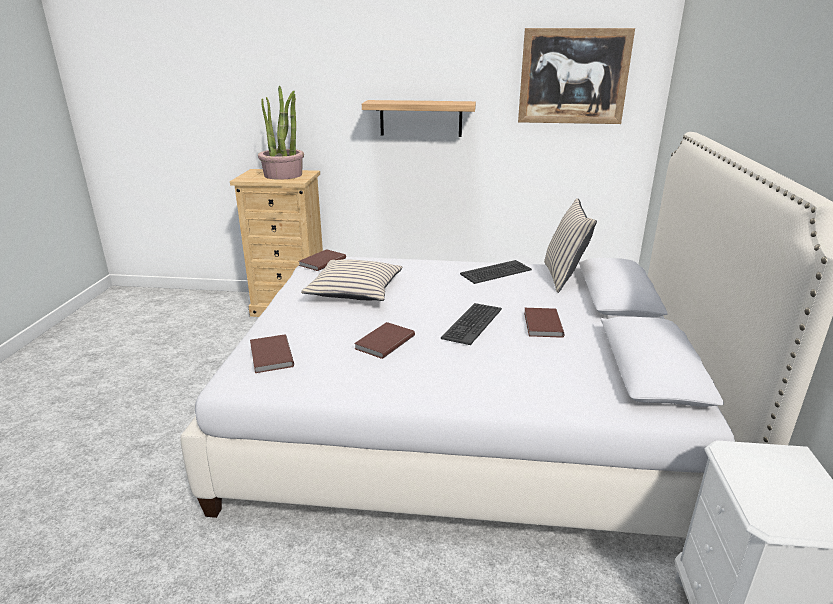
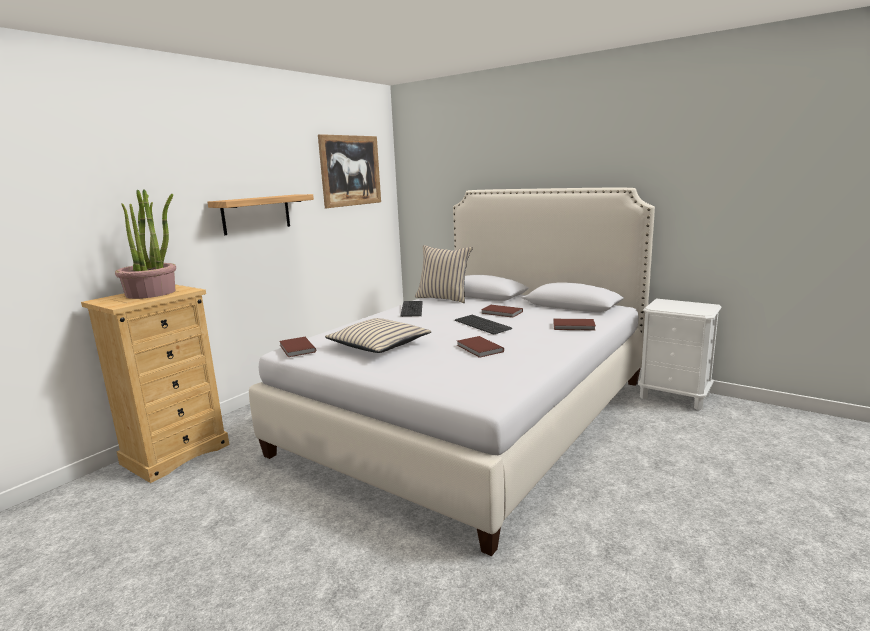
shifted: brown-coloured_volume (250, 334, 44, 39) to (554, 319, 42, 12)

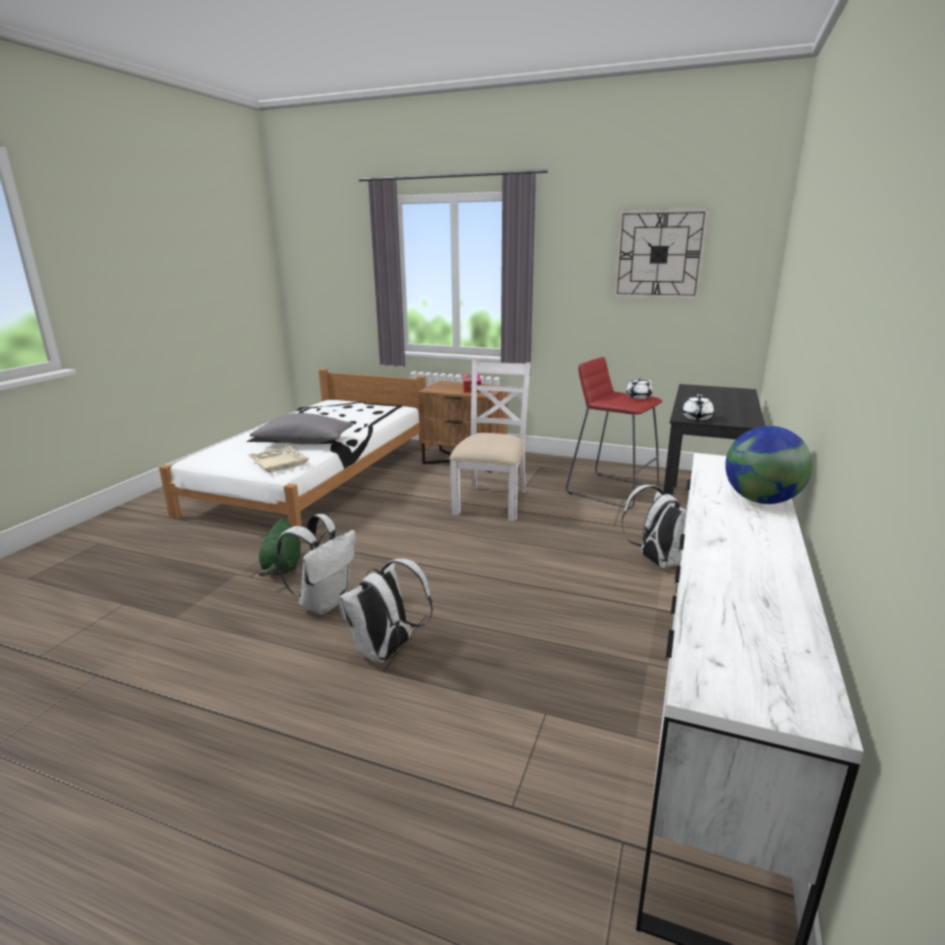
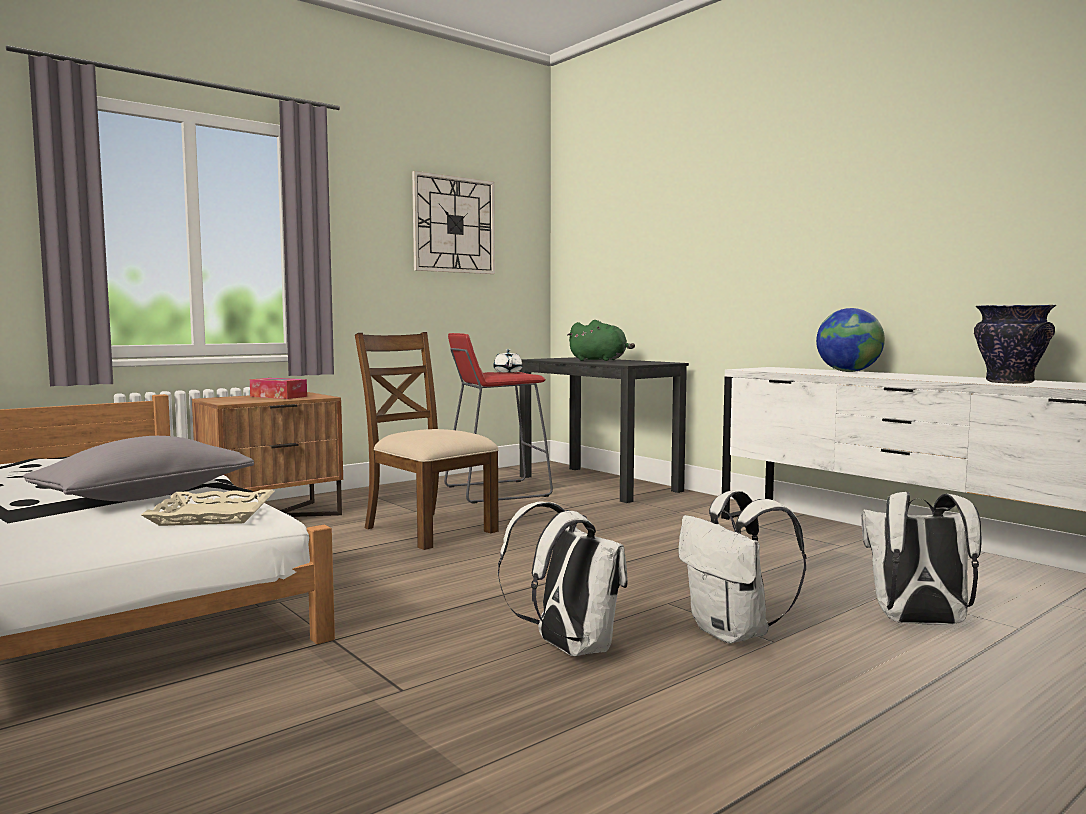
gone: whitish_tea_pot (682, 394, 32, 26)
new: vase (974, 305, 82, 79)
shifted: green-coloured_cuddly_toy (258, 519, 43, 57) to (567, 320, 68, 41); whitish_rucksack (622, 485, 64, 83) to (861, 492, 121, 133)
repainted: whitish_chair (450, 360, 81, 161) to brown-coloured_chair (355, 332, 144, 218)

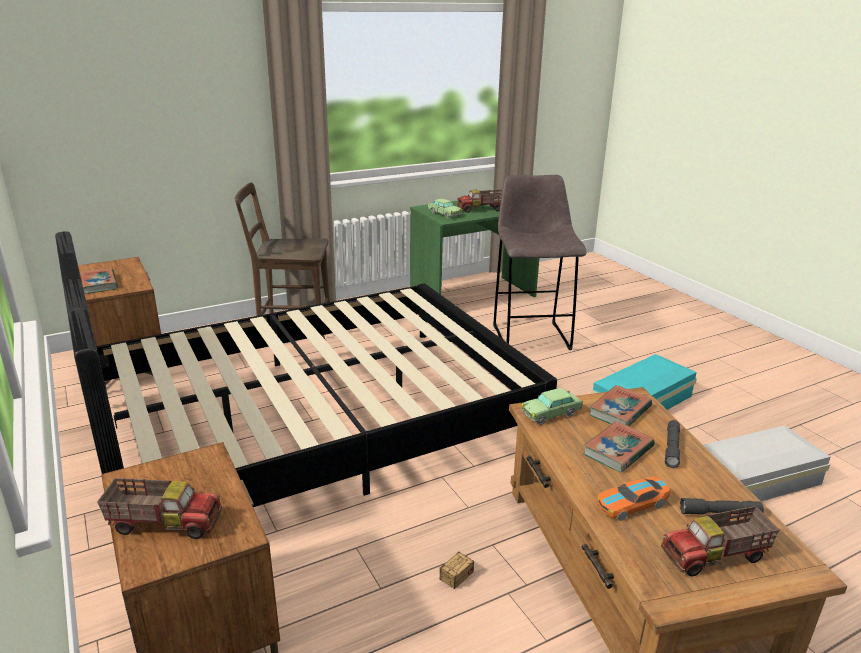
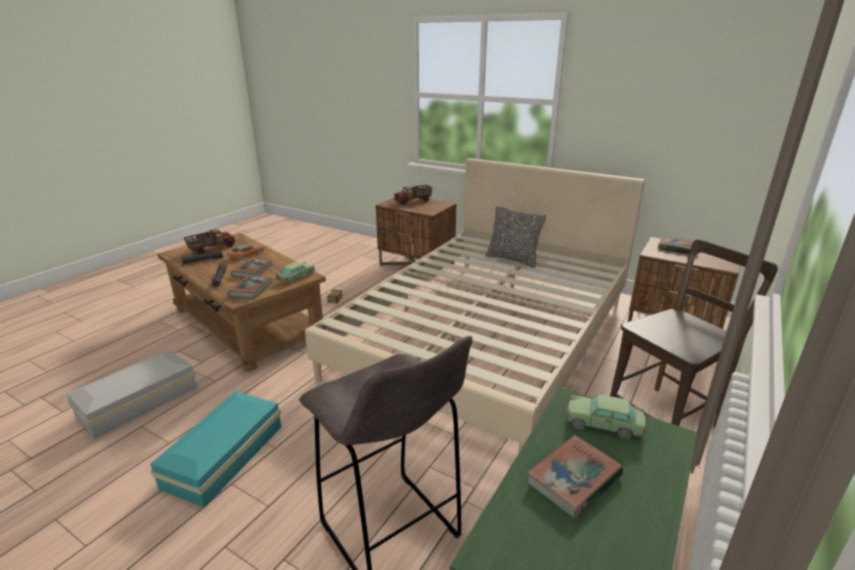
new: throw_pillow (486, 206, 60, 62)
swapped: toy_lorry (457, 190, 46, 23) to volume (527, 435, 96, 84)
repainted: blackish_bed (55, 231, 502, 276) to beige-coloured_bed (305, 158, 340, 294)

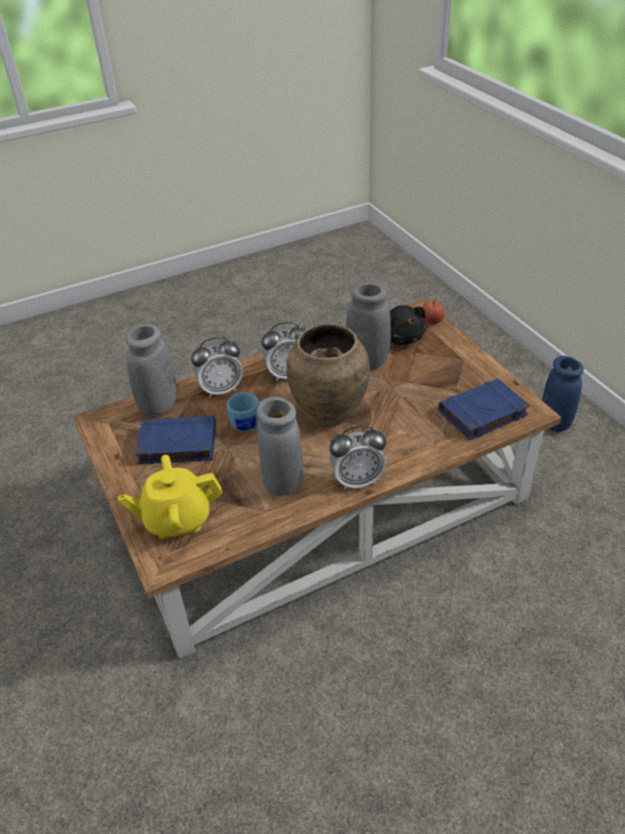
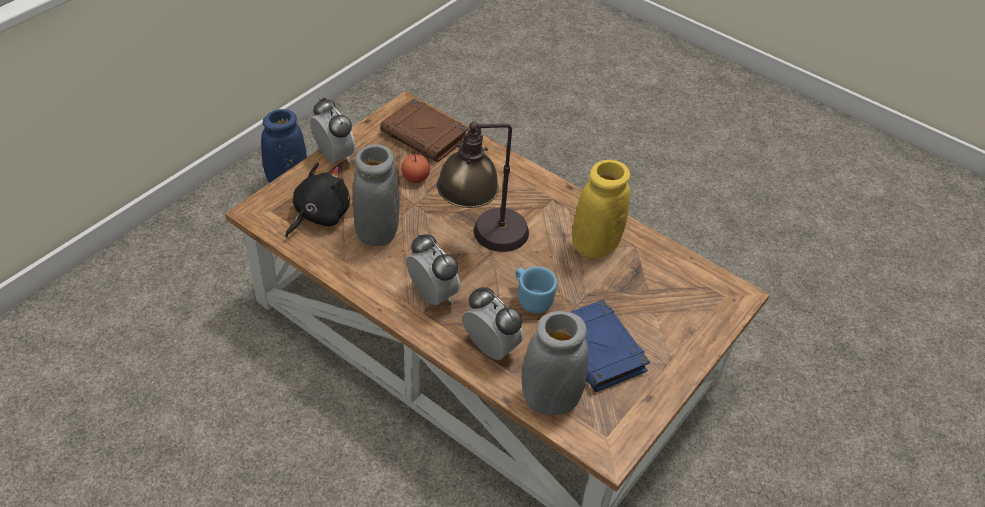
gone: yellow-coloured_tea_pot (118, 455, 104, 84)
shifted: table_clock (330, 426, 56, 64) to (310, 98, 46, 65); apple (422, 299, 23, 25) to (401, 153, 29, 30)
swapped: brown-coloured_vase (286, 323, 84, 103) to tabletop_lamp (437, 122, 92, 130)
repainted: greyish_vase (256, 397, 47, 99) to yellow-coloured_vase (572, 160, 58, 98); blue-coloured_volume (438, 378, 92, 62) to brown-coloured_volume (380, 98, 89, 65)

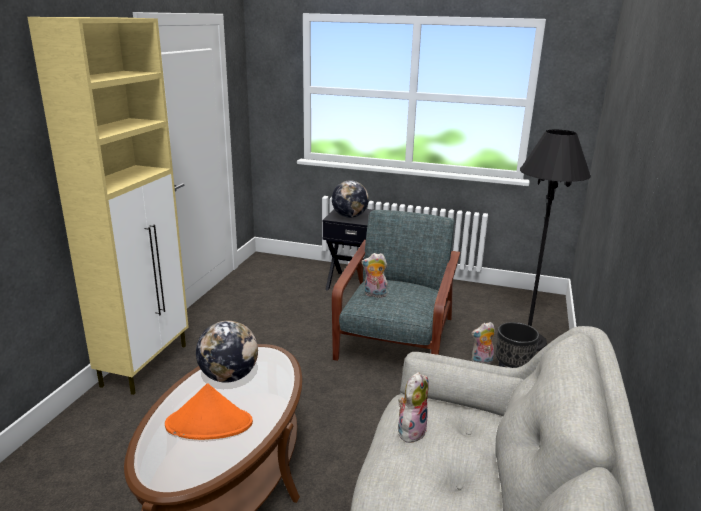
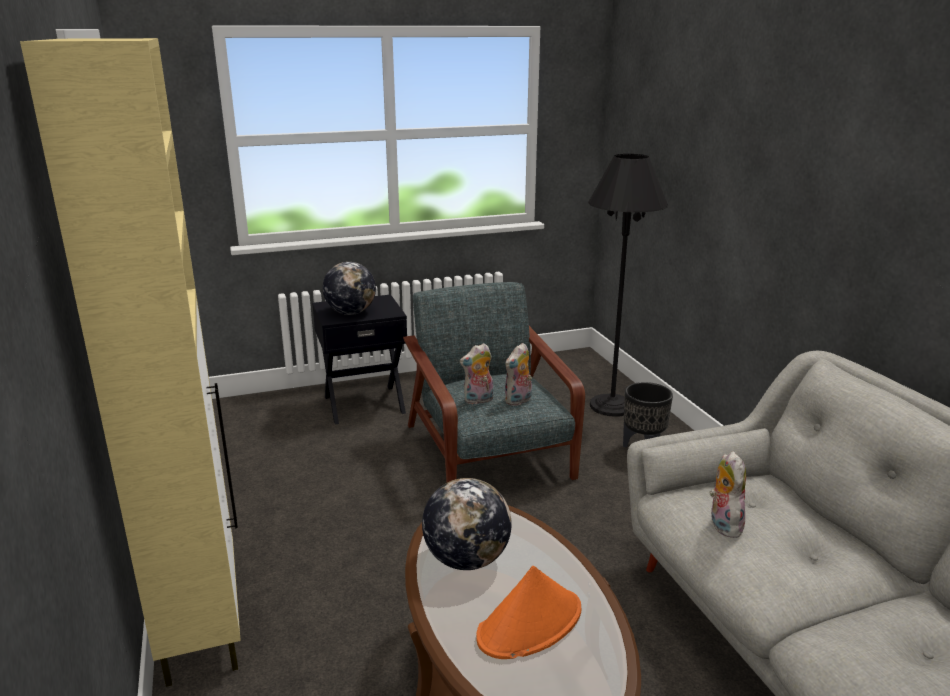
shifted: cuddly_toy (471, 322, 24, 42) to (504, 343, 28, 63)

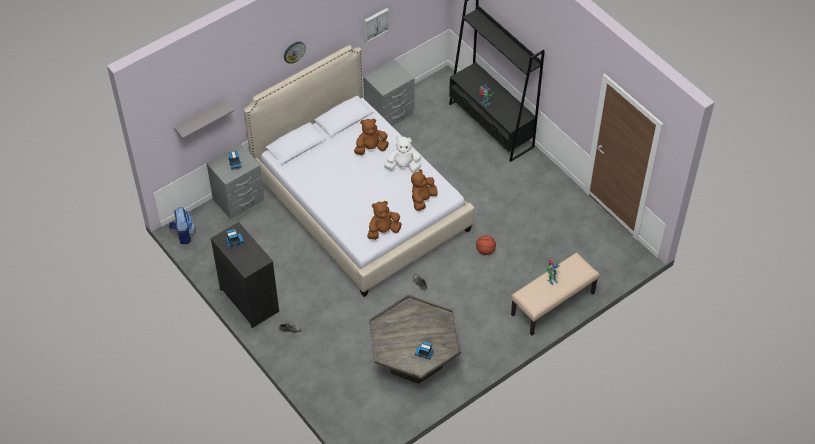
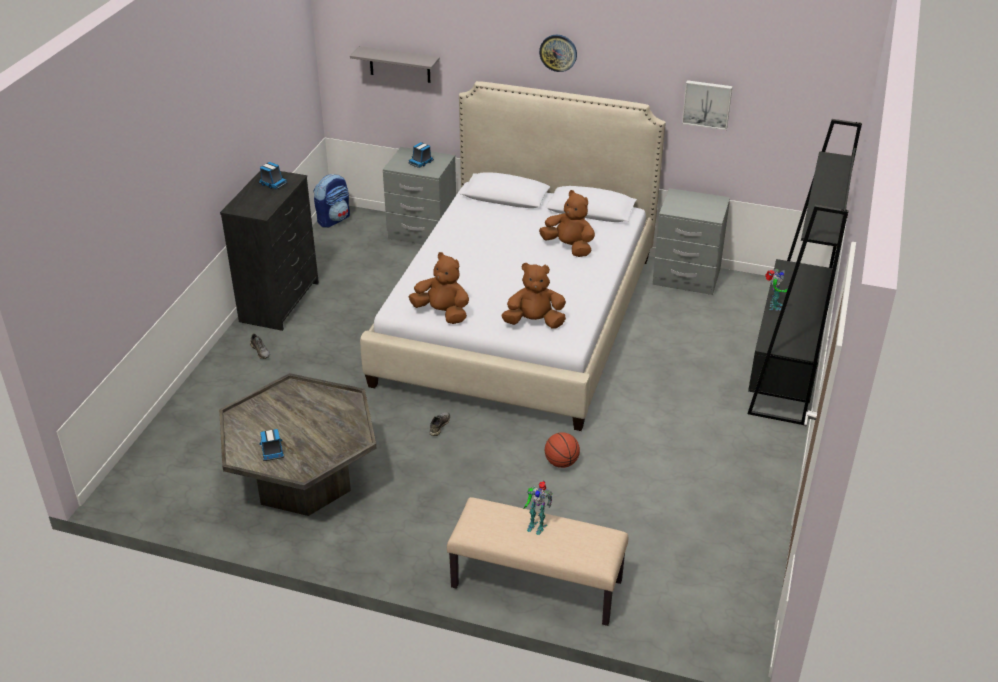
gone: whitish_cuddly_toy (384, 136, 37, 36)

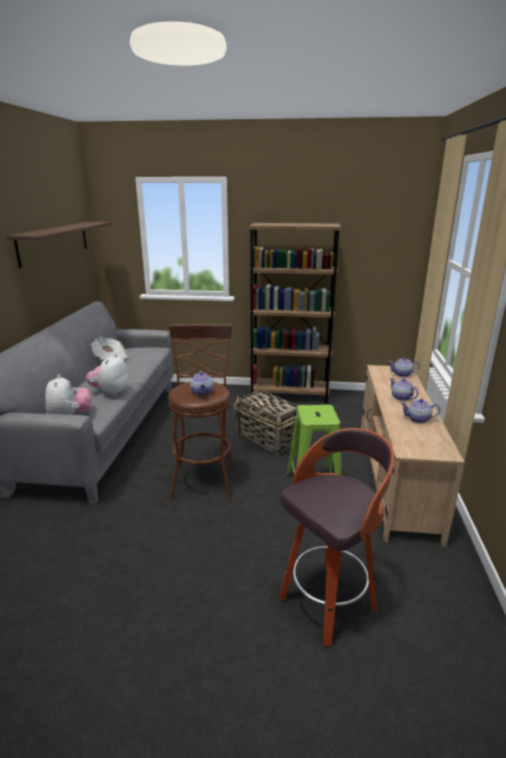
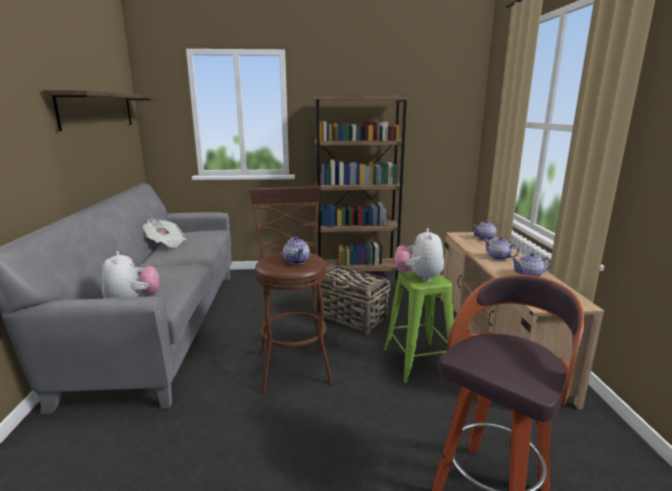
shifted: cuddly_toy (86, 354, 43, 42) to (395, 228, 49, 54)

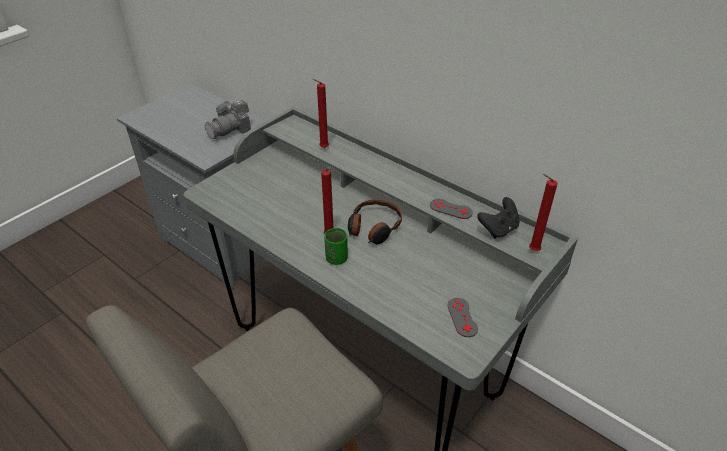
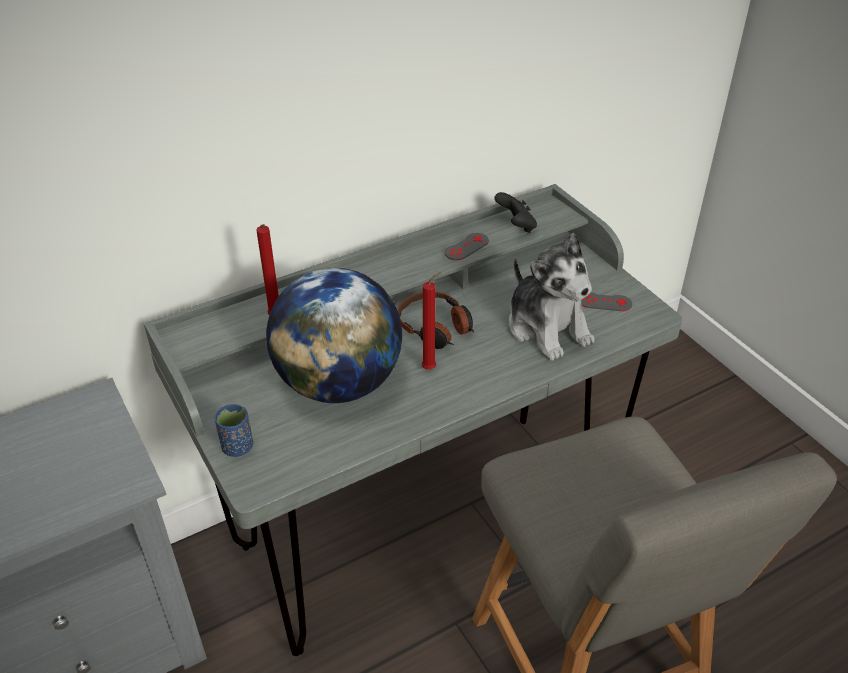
gone: still_camera (205, 100, 46, 39); green-coloured_drinking_cup (324, 228, 24, 37); red-coloured_wax_light (529, 174, 29, 77)
new: blue-coloured_drinking_cup (215, 404, 38, 53); world_globe (266, 268, 136, 135); cuddly_toy (509, 233, 86, 128)

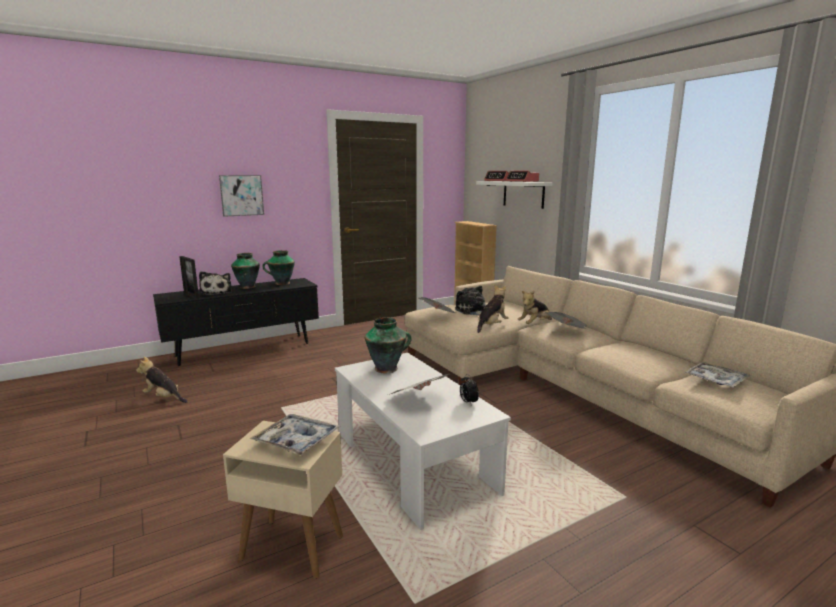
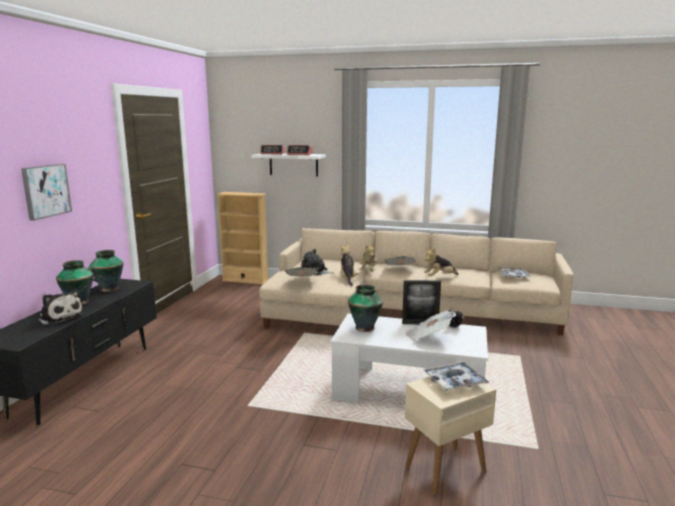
shifted: cuddly_toy (136, 357, 52, 46) to (424, 248, 34, 28); picture_frame (179, 256, 20, 43) to (402, 280, 39, 44)

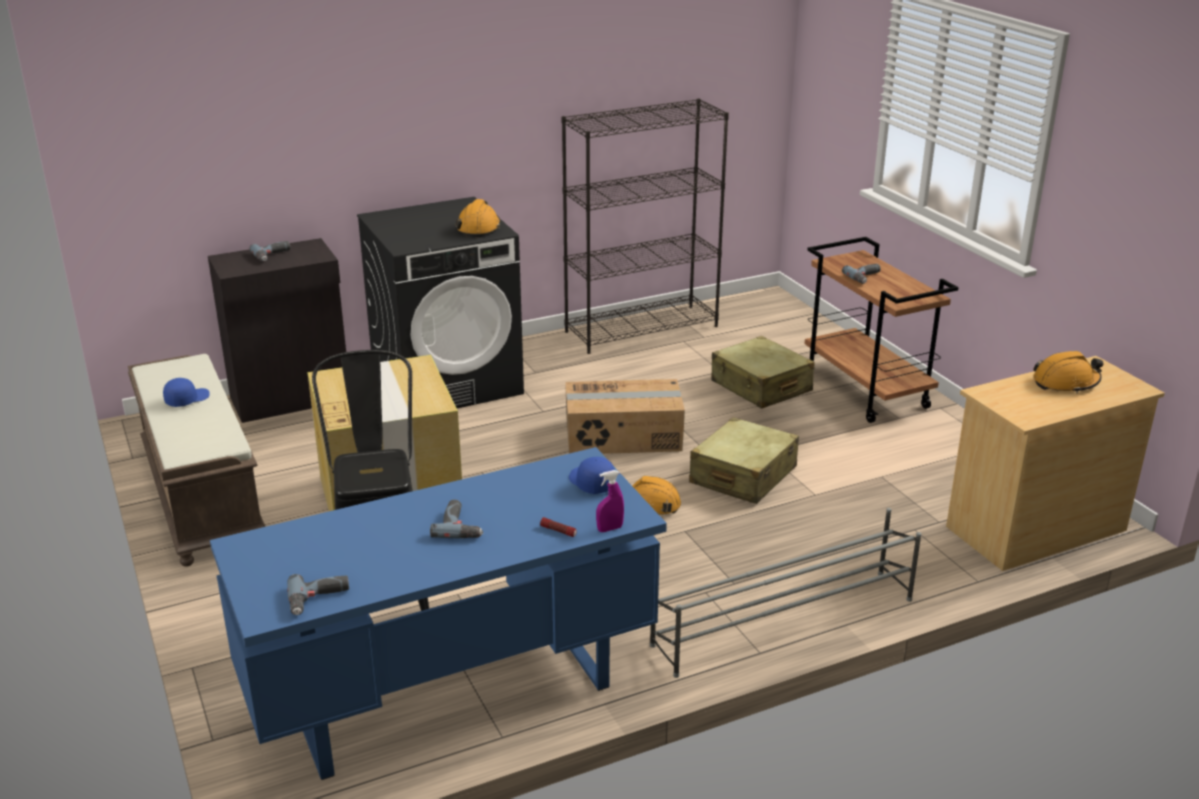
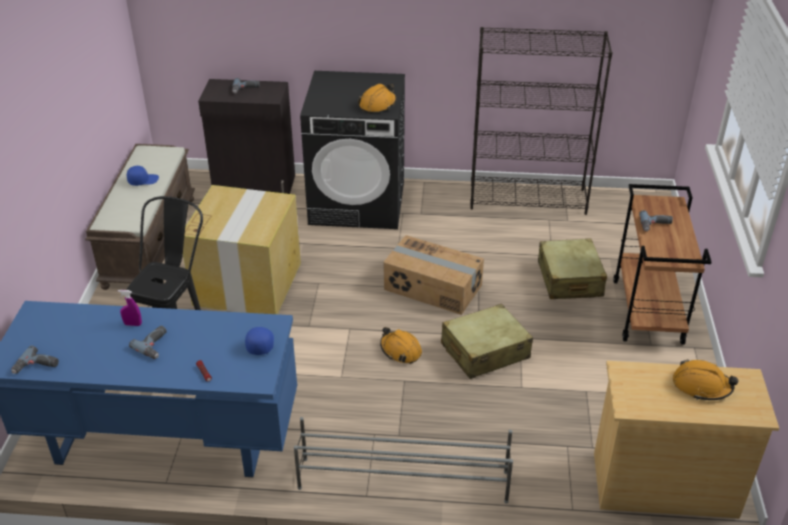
shifted: purple-coloured_sprayer (596, 470, 28, 62) to (118, 290, 24, 36)

